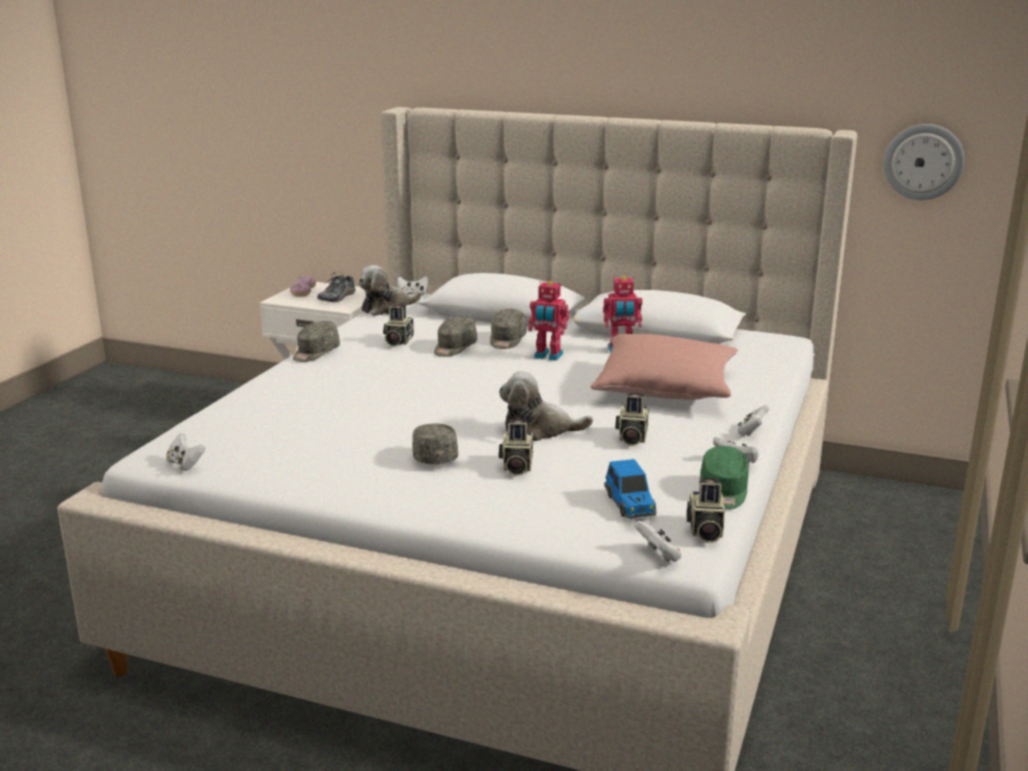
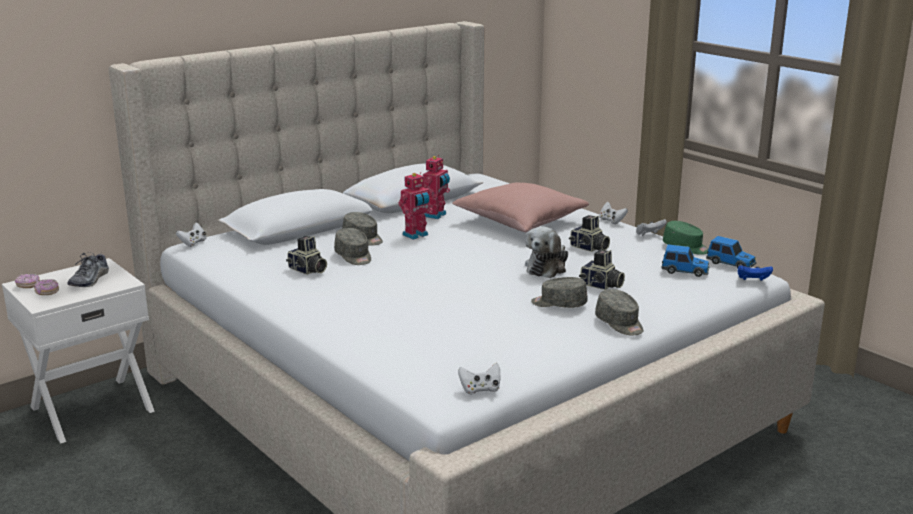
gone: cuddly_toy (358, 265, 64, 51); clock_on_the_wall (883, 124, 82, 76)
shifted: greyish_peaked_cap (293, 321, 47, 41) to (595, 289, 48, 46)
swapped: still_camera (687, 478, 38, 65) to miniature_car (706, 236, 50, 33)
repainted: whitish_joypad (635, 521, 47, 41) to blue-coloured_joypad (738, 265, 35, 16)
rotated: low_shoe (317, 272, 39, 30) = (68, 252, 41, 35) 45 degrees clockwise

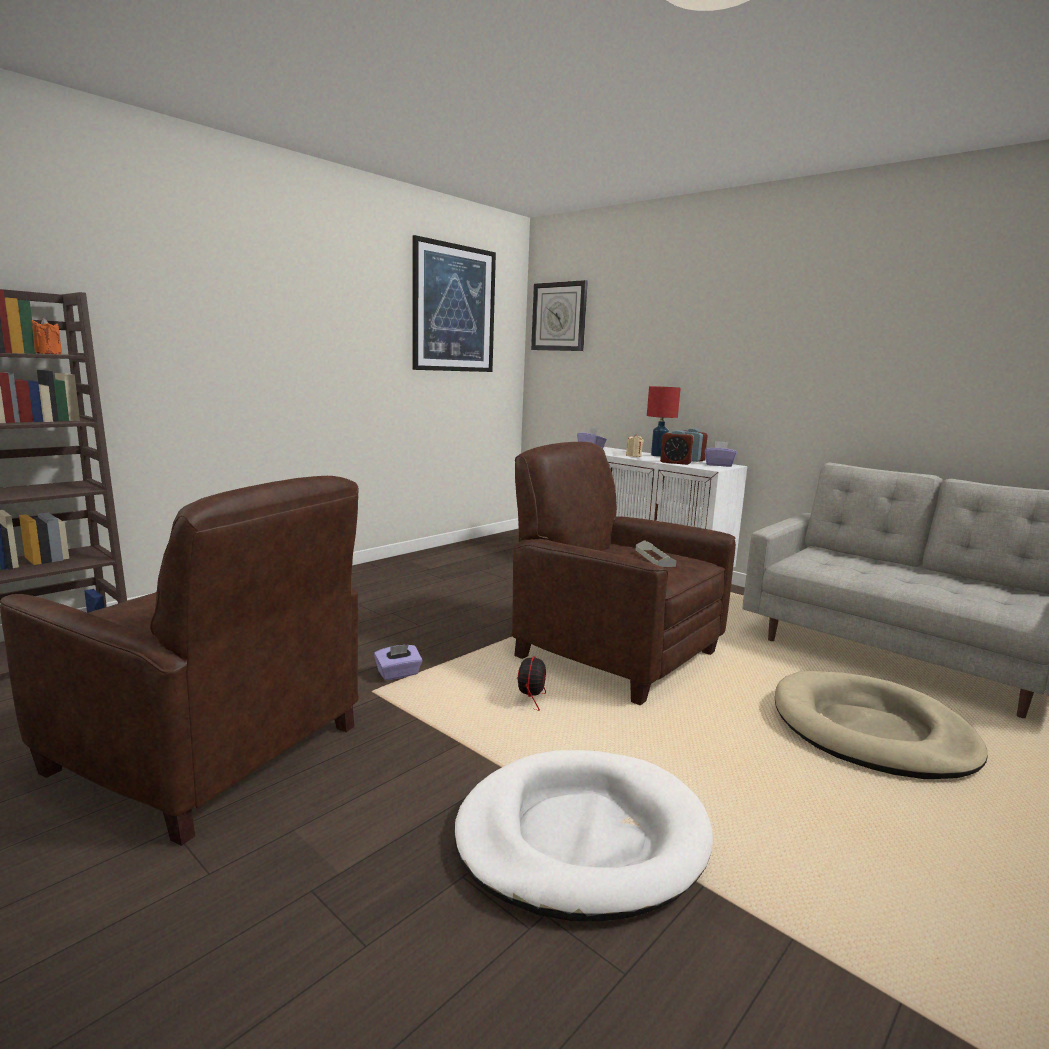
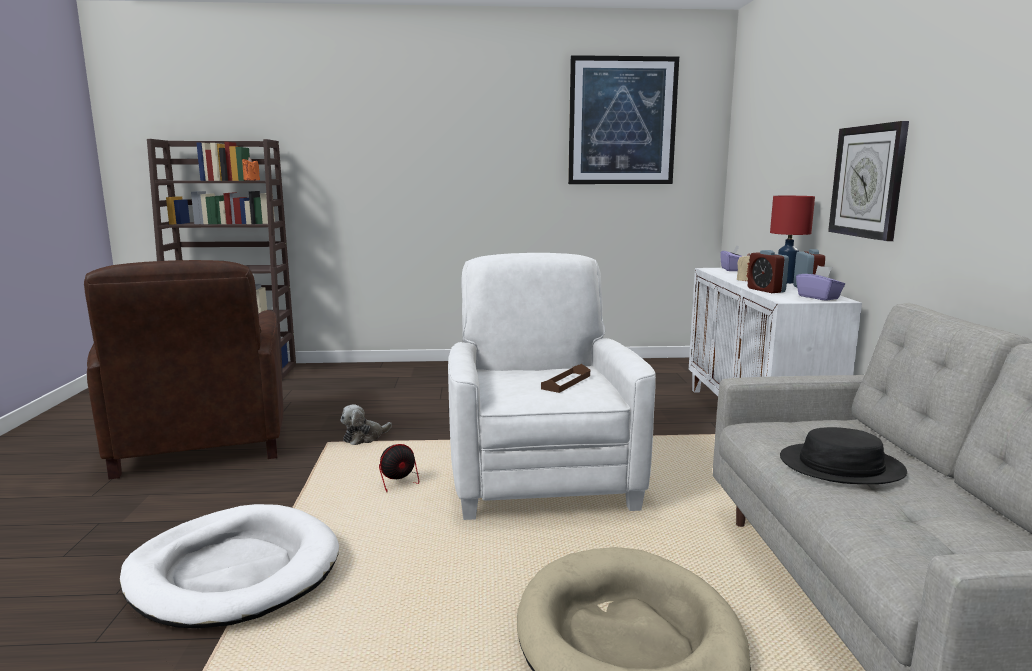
new: blackish_wearable_hat (780, 427, 127, 57)
shifted: clock_on_the_wall (531, 280, 57, 71) to (828, 121, 81, 120)
swapped: purple-coloured_tissue_box (374, 644, 49, 37) to cuddly_toy (340, 405, 52, 40)
repainted: brown-coloured_easy_chair (511, 442, 225, 263) to whitish_easy_chair (448, 253, 208, 267); greyish_tray (636, 540, 40, 27) to brown-coloured_tray (541, 364, 49, 29)

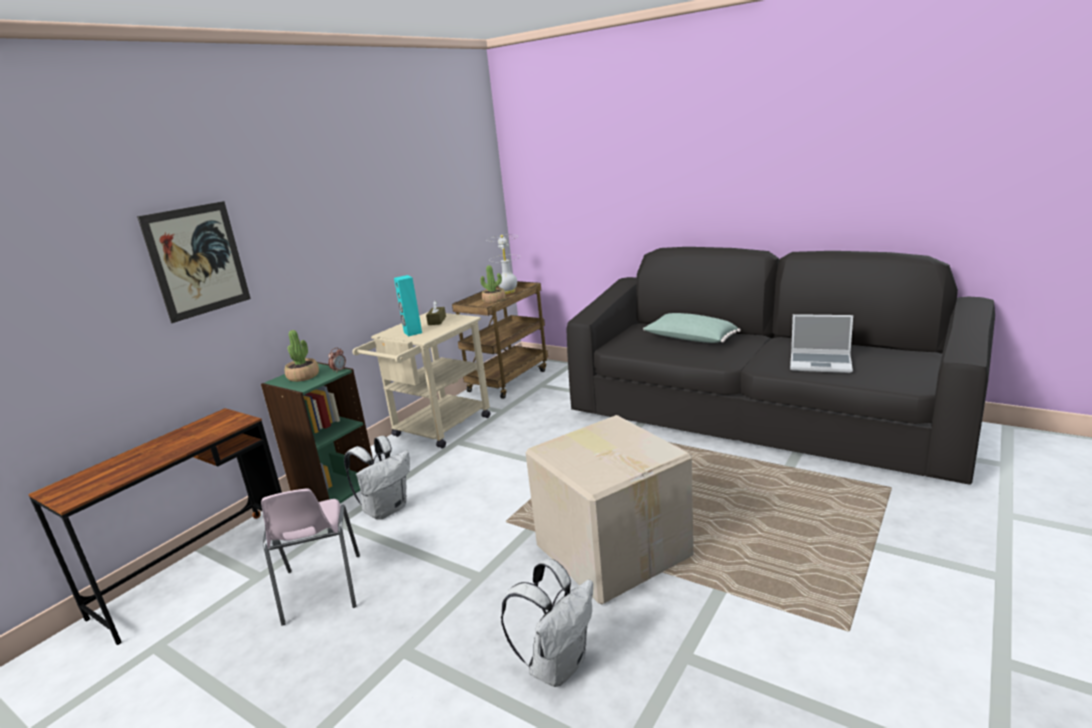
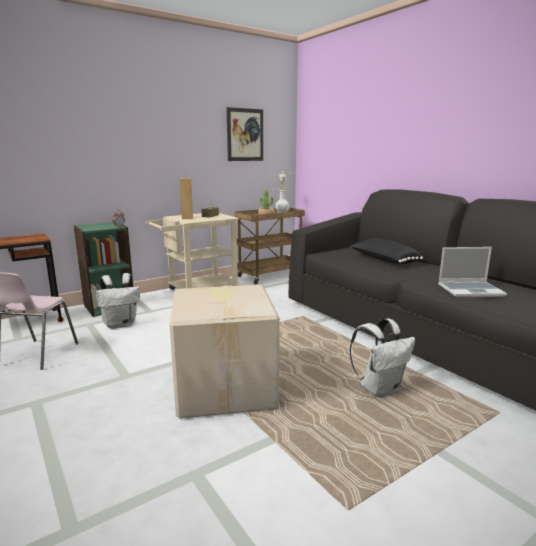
gone: plant_in_a_pot (284, 330, 35, 52)
shifted: picture (137, 201, 114, 122) to (226, 107, 37, 54); whitish_rucksack (501, 559, 92, 128) to (349, 318, 66, 79)
repainted: turquoise-coloured_loudspeaker (394, 275, 28, 61) to brown-coloured_loudspeaker (180, 178, 13, 41); green-coloured_throw_pillow (643, 313, 98, 30) to blackish_throw_pillow (350, 238, 73, 26)
rotated: notebook_computer (790, 314, 63, 59) = (438, 247, 69, 50) 45 degrees counterclockwise

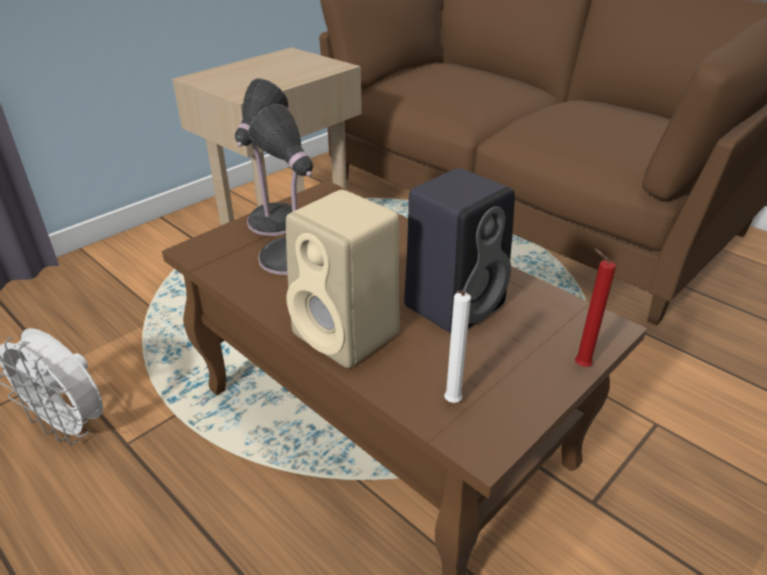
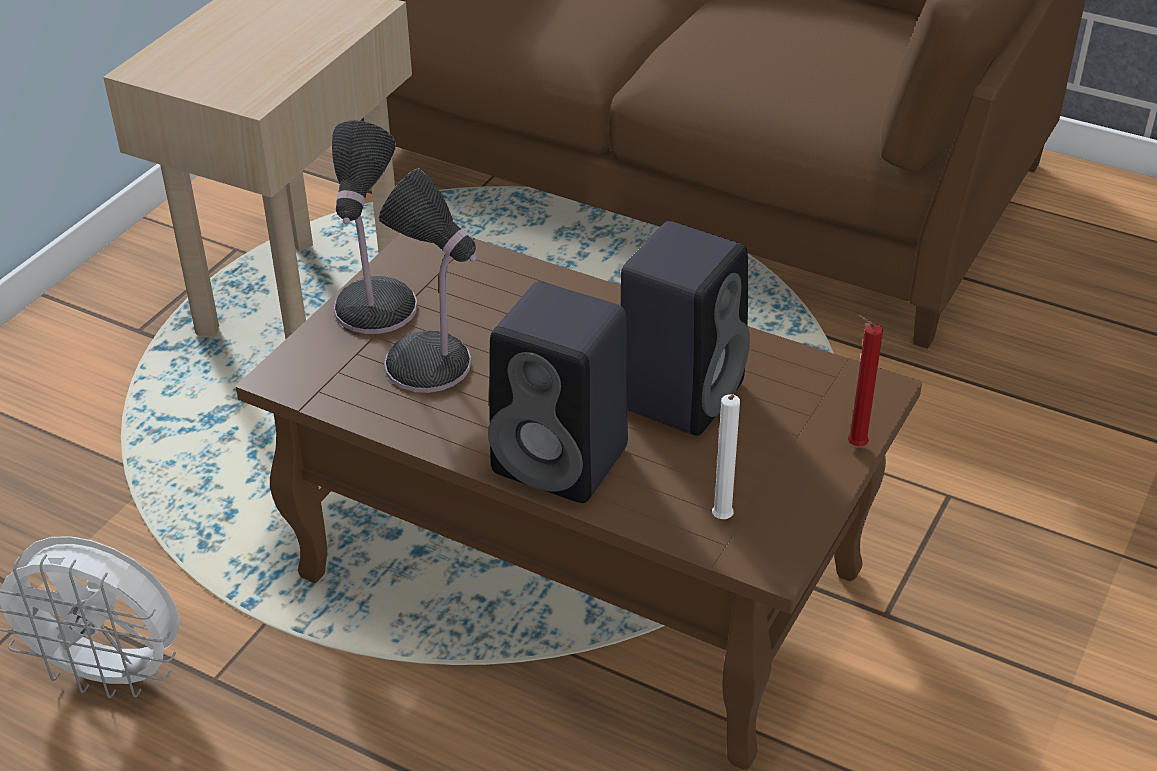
repainted: beige-coloured_loudspeaker (286, 190, 114, 178) to blackish_loudspeaker (488, 282, 140, 221)

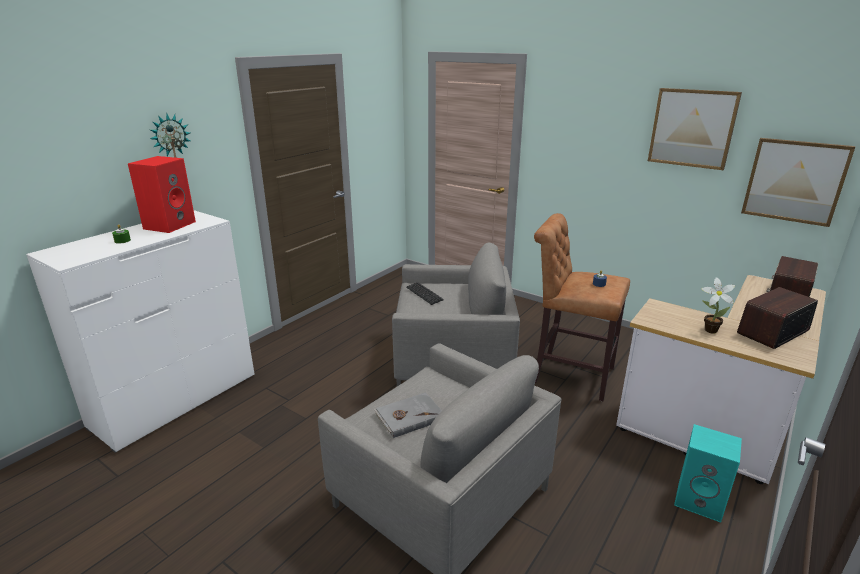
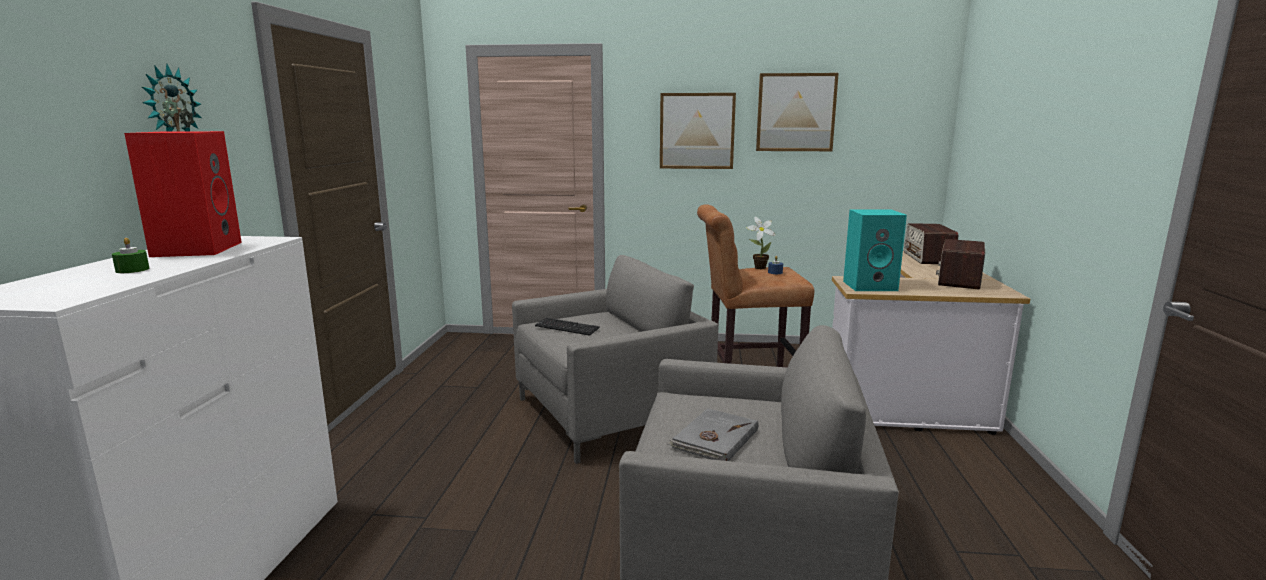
shifted: turquoise-coloured_loudspeaker (674, 424, 68, 99) to (843, 209, 64, 82); plant_in_a_pot (701, 277, 34, 57) to (747, 217, 29, 52); picture (741, 138, 114, 89) to (660, 93, 76, 76)

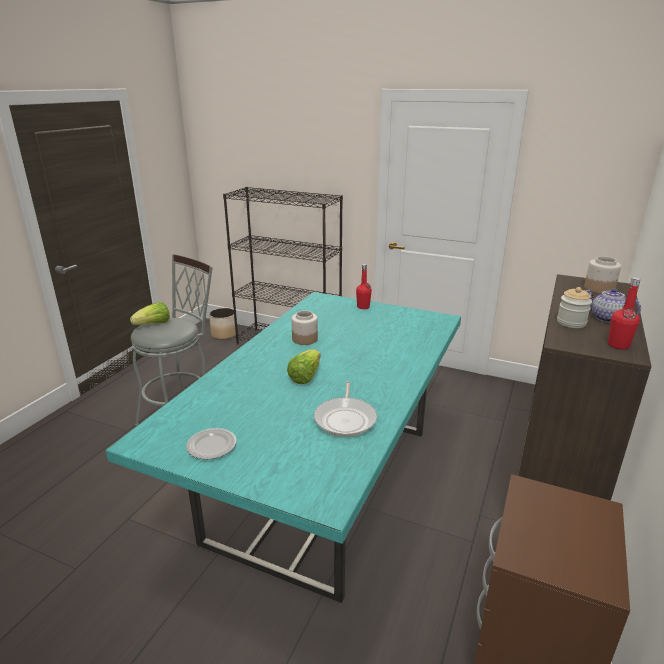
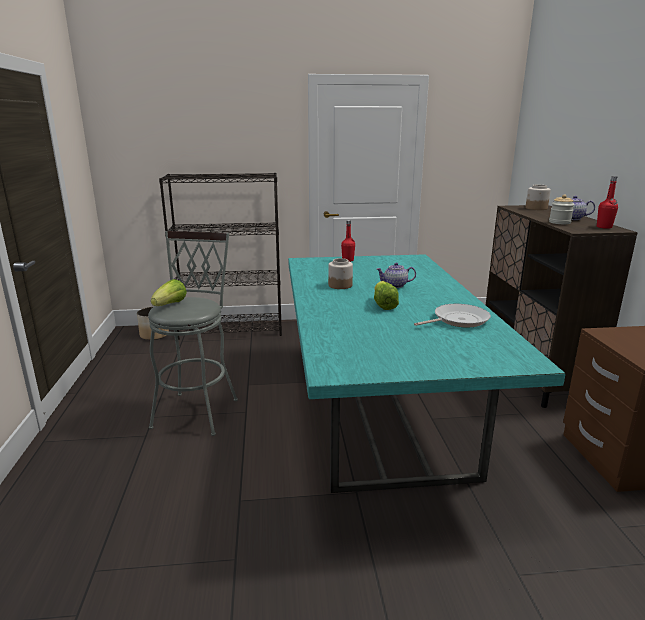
gone: flat_dish (186, 428, 51, 32)
new: tea_pot (376, 263, 40, 25)
rotated: frying_pan (314, 381, 63, 56) = (414, 304, 77, 24) 90 degrees counterclockwise

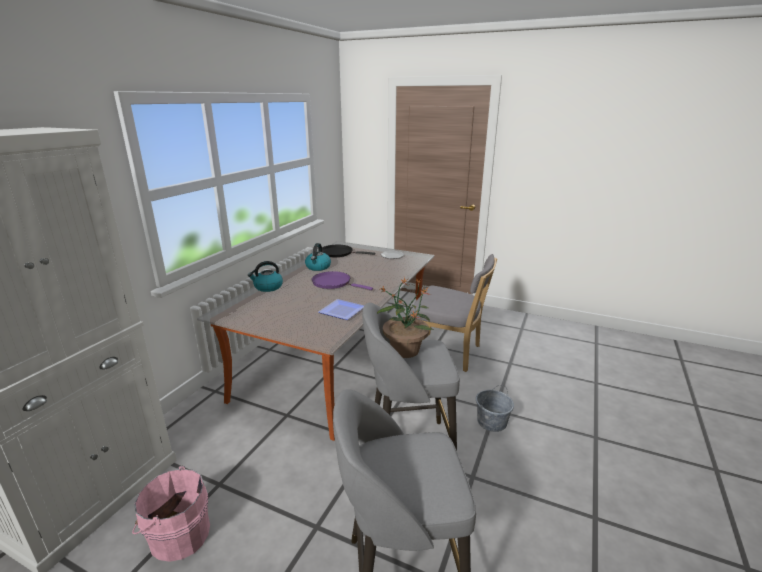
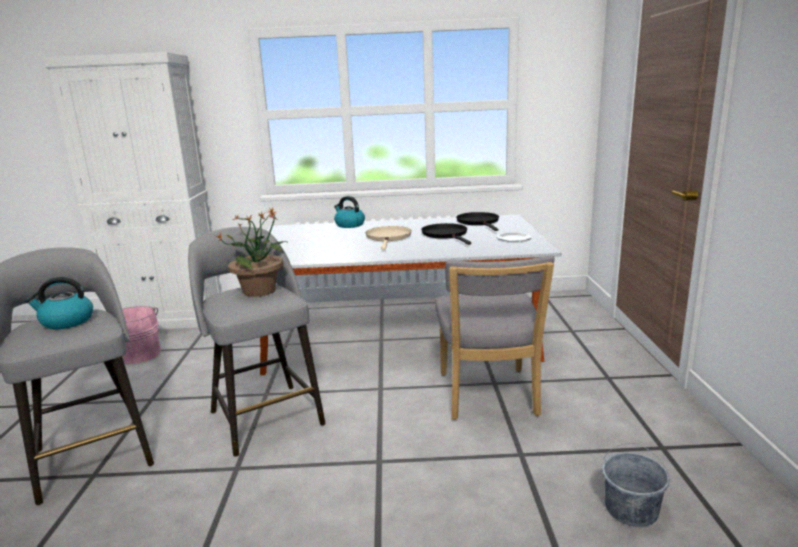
gone: flat_dish (318, 299, 46, 21)
new: blackish_frying_pan (421, 223, 51, 22)
shifted: kettle (305, 243, 26, 28) to (25, 277, 68, 52); greyish_bucket (476, 385, 38, 47) to (602, 443, 68, 84)
repainted: purple-coloured_frying_pan (312, 271, 61, 19) to beige-coloured_frying_pan (366, 226, 46, 24)

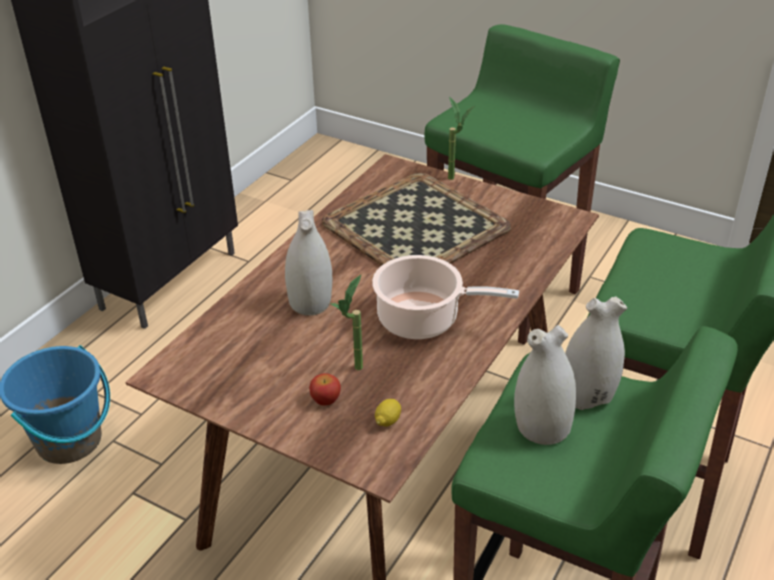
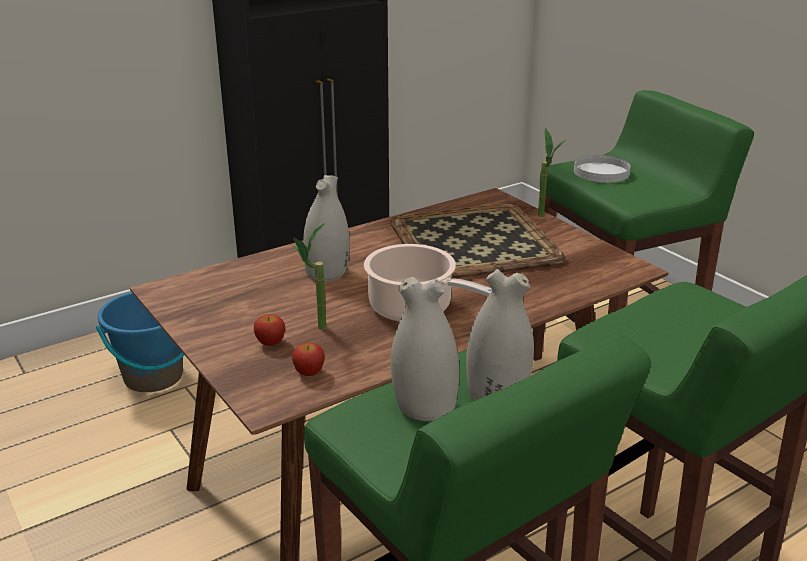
new: whitish_flat_dish (574, 155, 57, 28)
swapped: lemon (375, 399, 26, 28) to apple (292, 343, 33, 33)

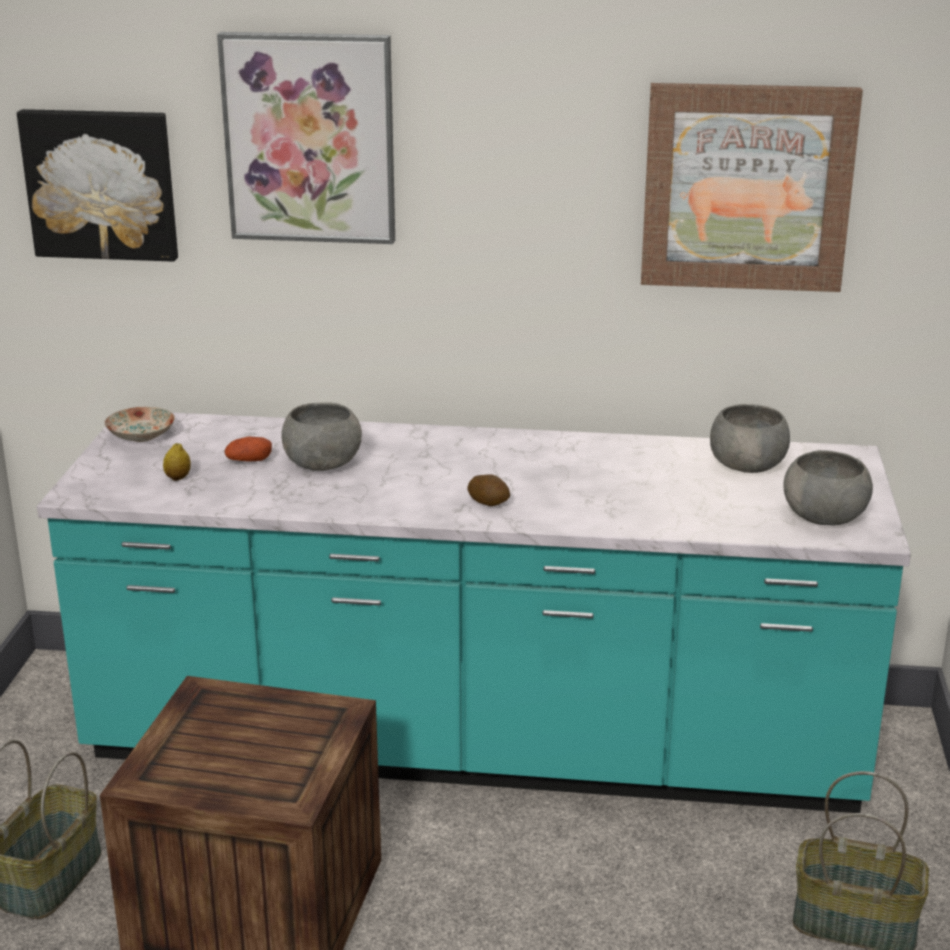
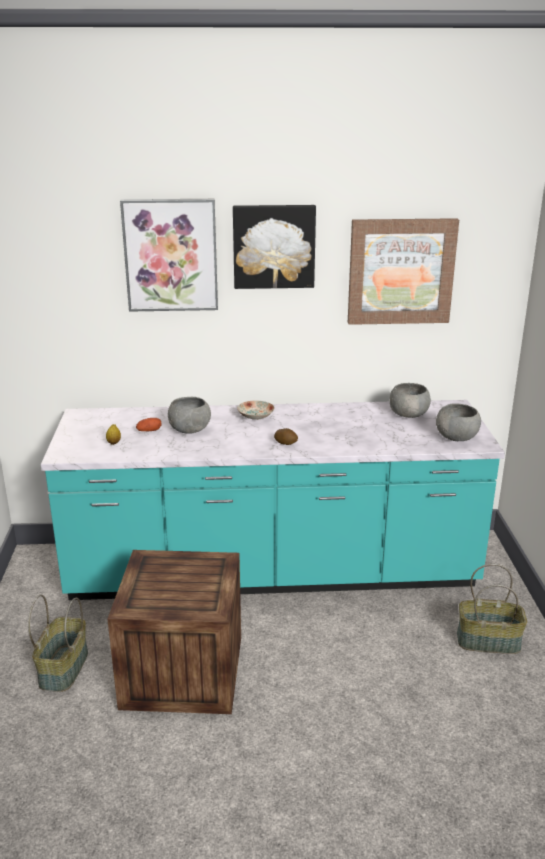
shifted: picture (17, 109, 161, 153) to (233, 205, 83, 84); flat_dish (105, 407, 70, 35) to (237, 401, 37, 19)

